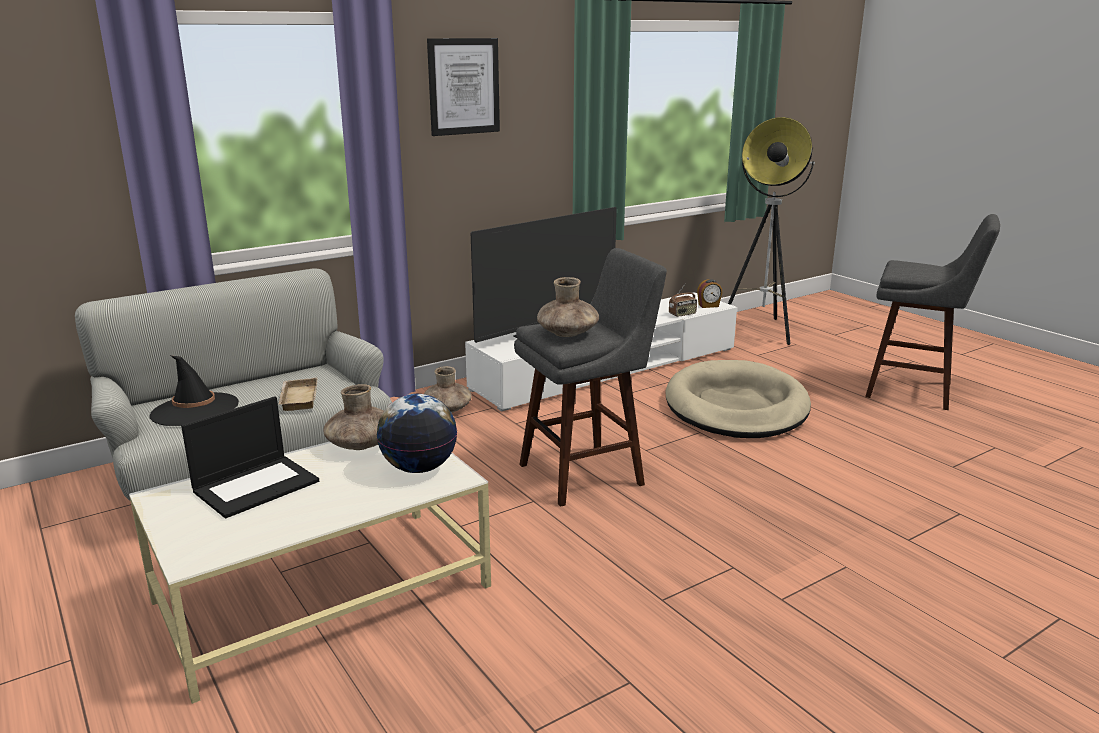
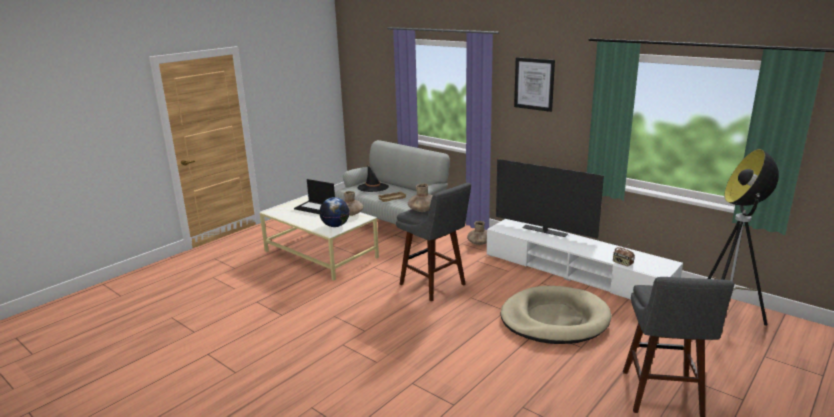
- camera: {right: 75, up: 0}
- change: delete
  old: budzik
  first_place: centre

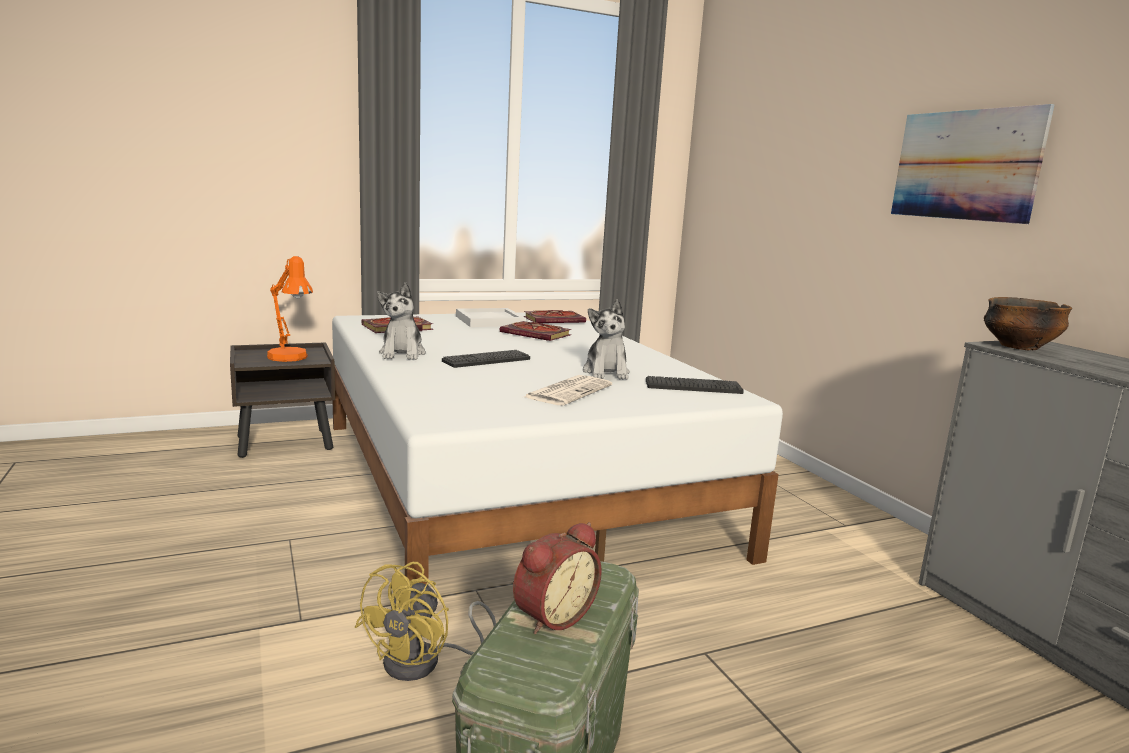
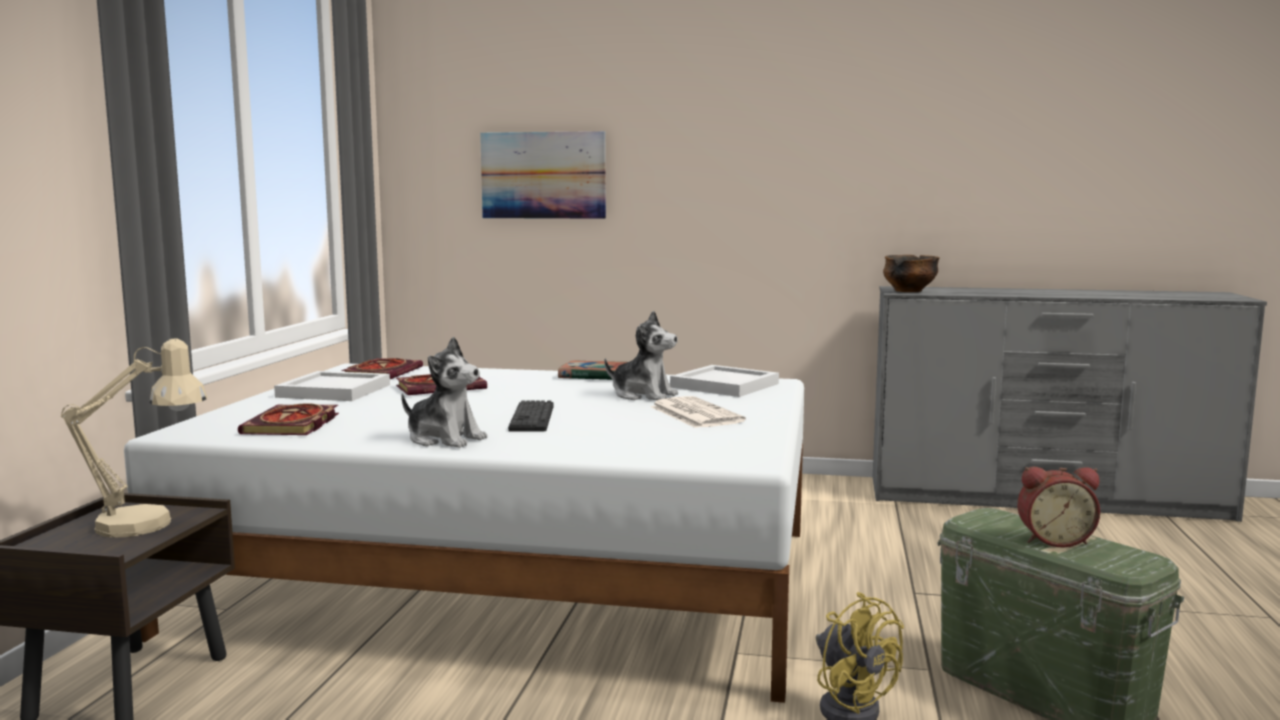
- camera: {right: -55, up: -5}
- change: recolor
  old: lampa stołowa (pomarańczowy)
  new: lampa stołowa (beżowy)
  first_place: middle left
  second_place: middle left
- change: move
  old: obraz
  first_place: top right
  second_place: top centre
- change: insert
  new: książka (4th from left)
  second_place: centre
- change: replace
  old: klawiatura (2nd from left)
  new: taca (biały) (2nd from left)
  first_place: centre
  second_place: centre
- change: rotate
  old: budzik
  first_place: bottom centre
  second_place: bottom right
  degrees: 105

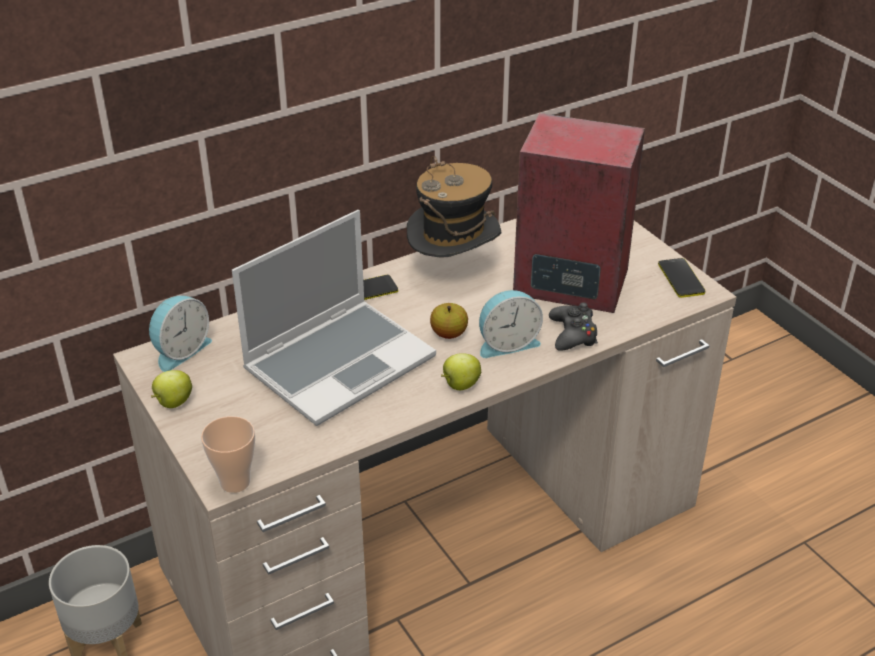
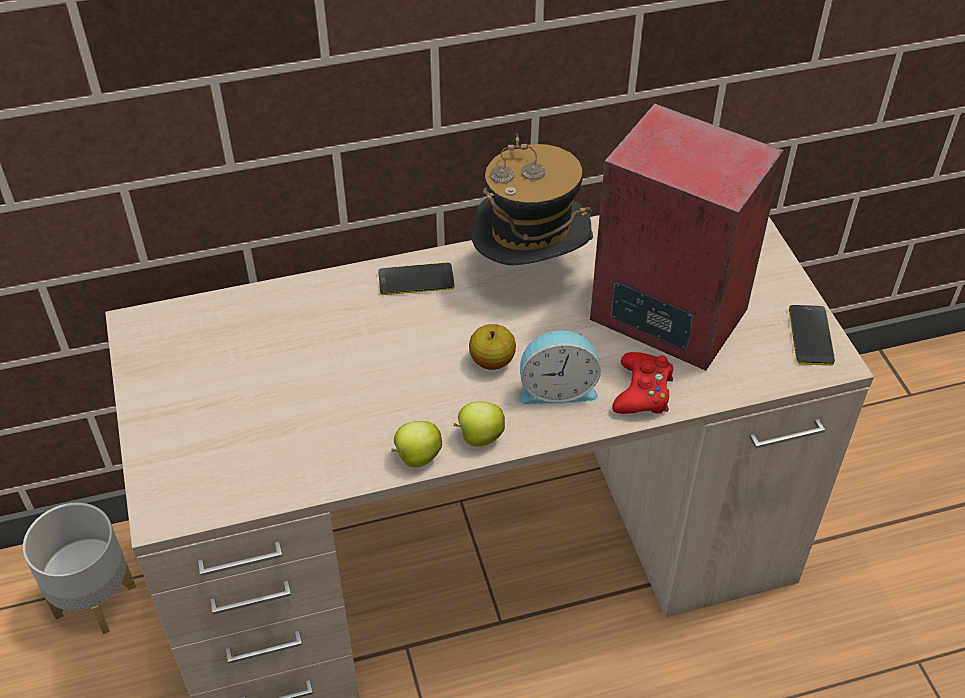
- camera: {right: 15, up: 10}
- change: move
  old: jabłko (1st from left)
  first_place: middle left
  second_place: centre
- change: recolor
  old: pad do gier (czarny)
  new: pad do gier (czerwony)
  first_place: centre
  second_place: centre
- change: delete
  old: budzik (1st from left)
  first_place: middle left
- change: delete
  old: filiżanka
  first_place: bottom left
- change: delete
  old: laptop
  first_place: centre

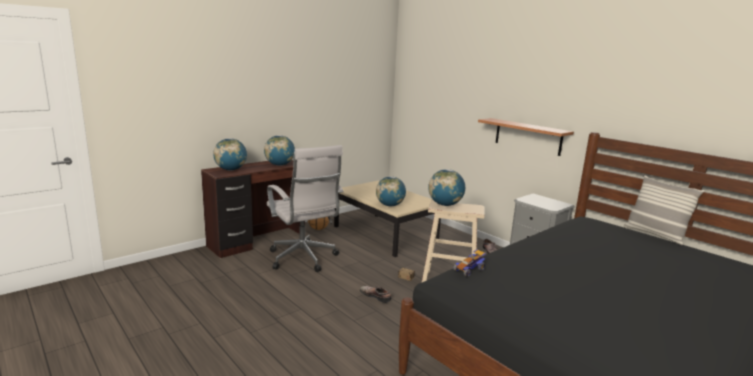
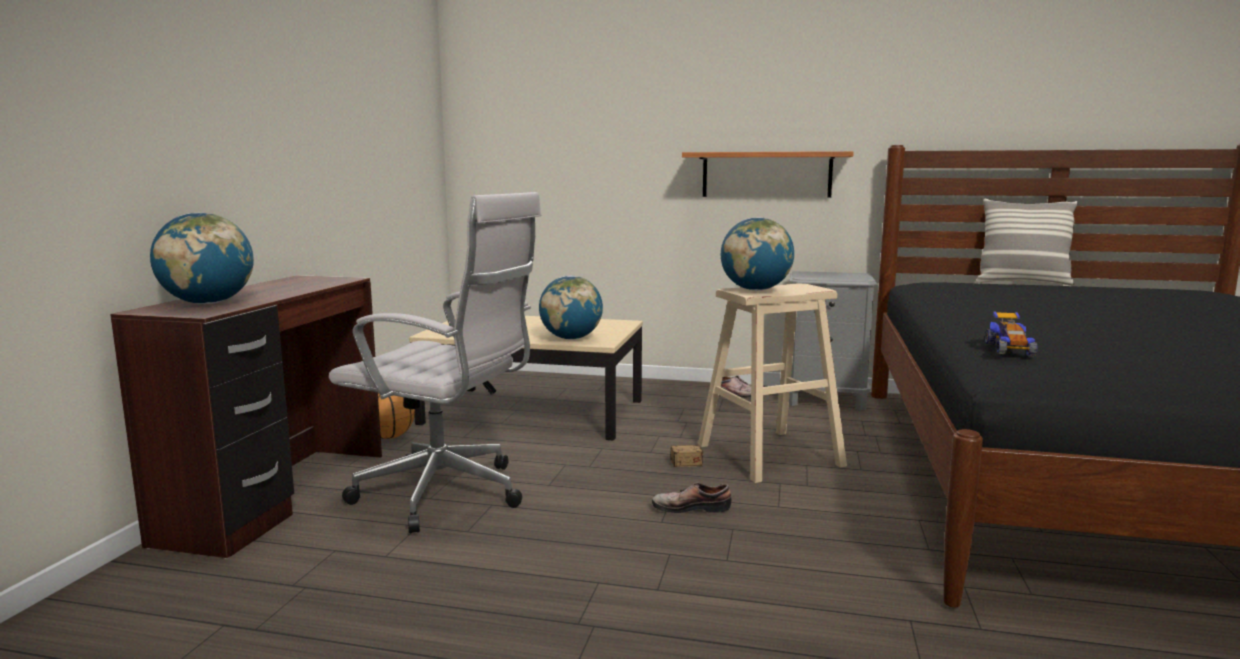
- camera: {right: -35, up: -5}
- change: delete
  old: globus (2nd from left)
  first_place: centre

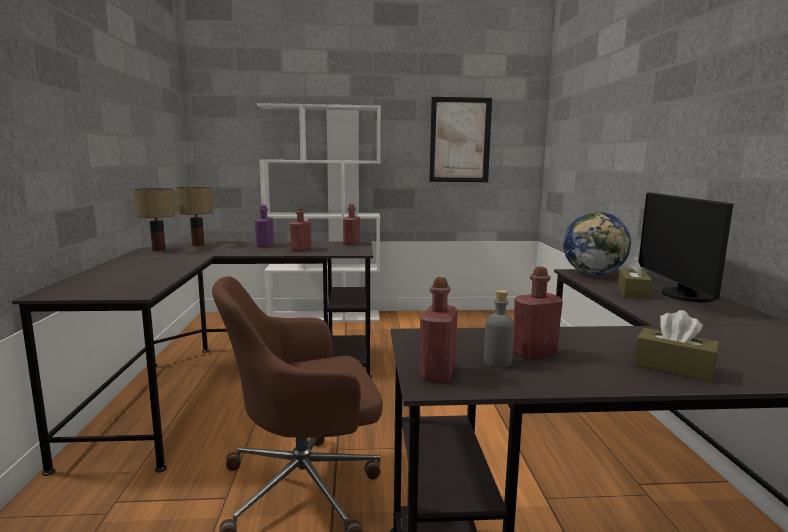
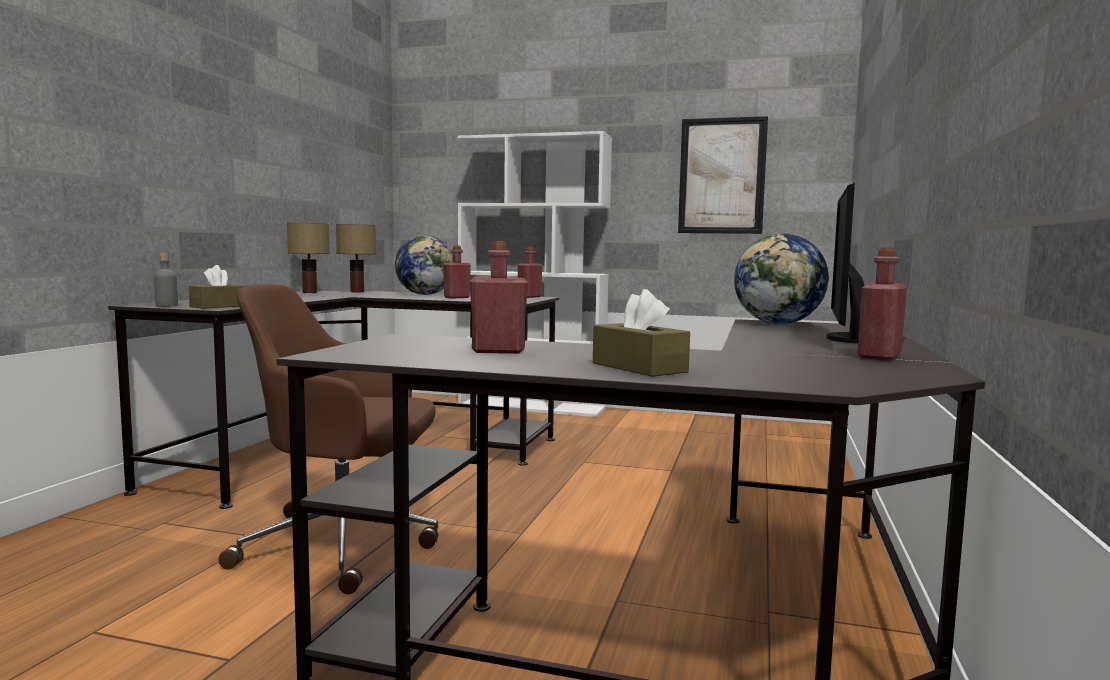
- camera: {right: 20, up: -5}
- change: move
  old: butelka (szary)
  first_place: centre
  second_place: middle left
- change: move
  old: pudełko chusteczek (brązowy) (1st from left)
  first_place: middle right
  second_place: middle left
- change: replace
  old: butelka (fioletowy)
  new: globus (1st from left)
  first_place: centre
  second_place: centre
- change: move
  old: butelka (czerwony) (3rd from left in the first image)
  new: butelka (czerwony) (4th from left)
  first_place: centre
  second_place: middle right

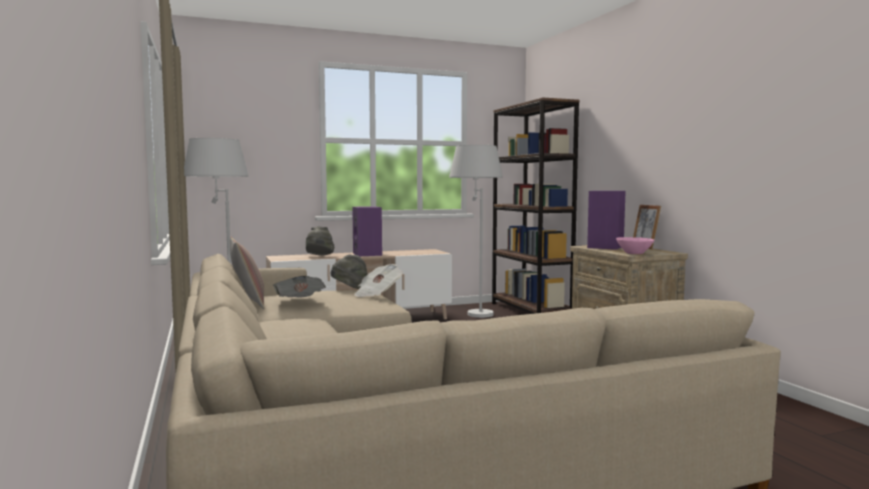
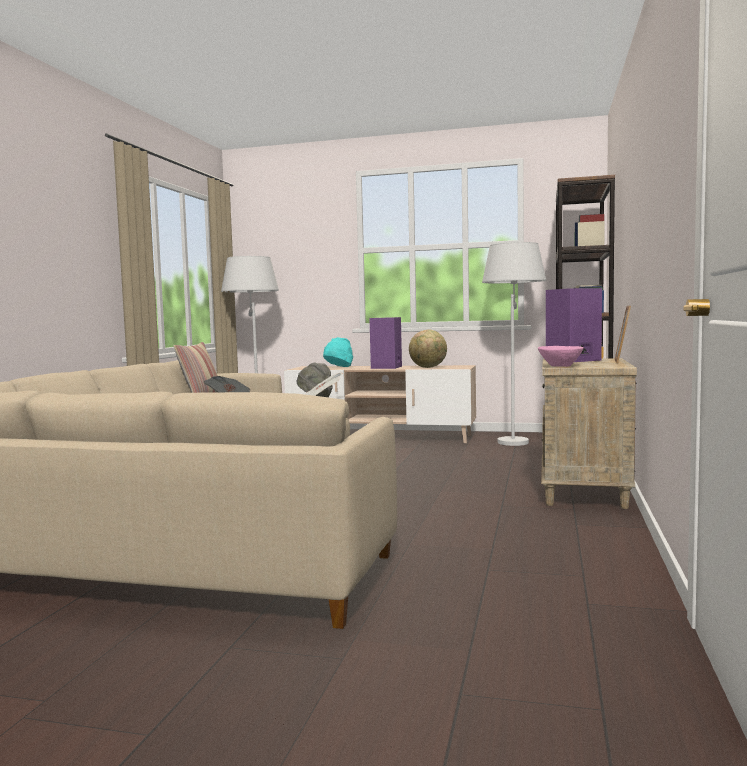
- camera: {right: 35, up: 0}
- change: recolor
  old: kapelusz (szary) (1st from left)
  new: kapelusz (turkusowy)
  first_place: centre
  second_place: centre
- change: insert
  new: globus
  second_place: centre

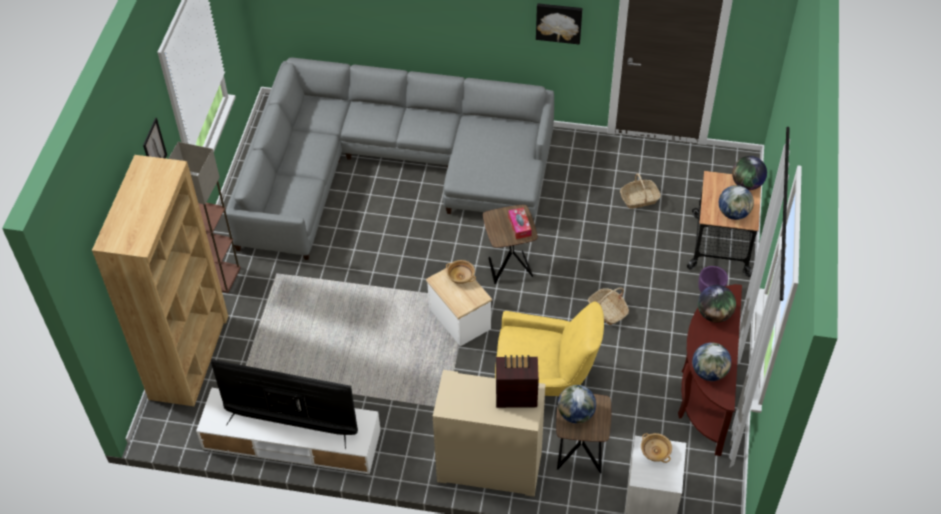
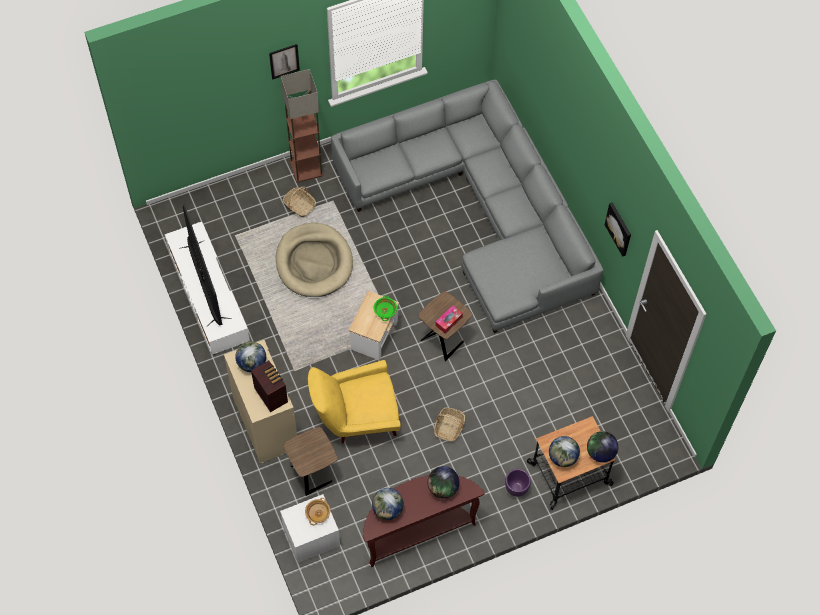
- camera: {right: 55, up: 10}
- change: move
  old: globus (1st from left)
  first_place: bottom centre
  second_place: middle left
- change: insert
  new: legowisko (beżowy)
  second_place: centre
- change: move
  old: koszyk (2nd from left in the first image)
  new: koszyk (1st from left)
  first_place: middle right
  second_place: top centre
- change: rotate
  old: fotel (żółty)
  first_place: bottom centre
  second_place: centre
  degrees: 105
- change: recolor
  old: miska (beżowy) (1st from left)
  new: miska (zielony)
  first_place: centre
  second_place: centre
- change: delete
  old: regał (brązowy)
  first_place: middle left

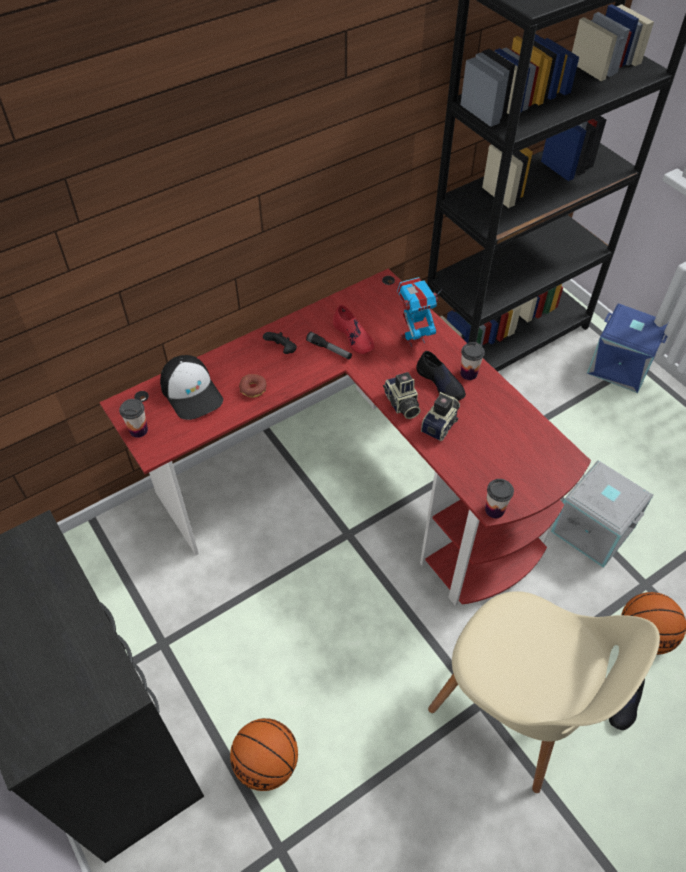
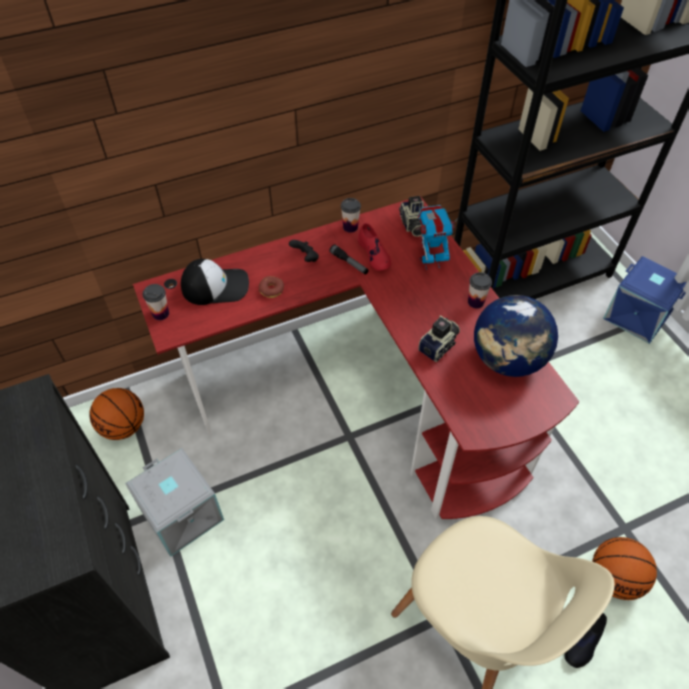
- camera: {right: 10, up: 0}
- change: move
  old: piłka do koszykówki (1st from left)
  first_place: bottom centre
  second_place: middle left
- change: move
  old: pojemnik do przechowywania (szary)
  first_place: middle right
  second_place: bottom left
- change: rotate
  old: czapka z daszkiem
  first_place: middle left
  second_place: middle left
  degrees: -75
- change: move
  old: filiżanka (3rd from left in the first image)
  new: filiżanka (2nd from left)
  first_place: middle right
  second_place: top centre
- change: move
  old: aparat fotograficzny (1st from left)
  first_place: centre
  second_place: top centre
- change: insert
  new: globus
  second_place: middle right
- change: delete
  old: but (czarny) (1st from left)
  first_place: centre

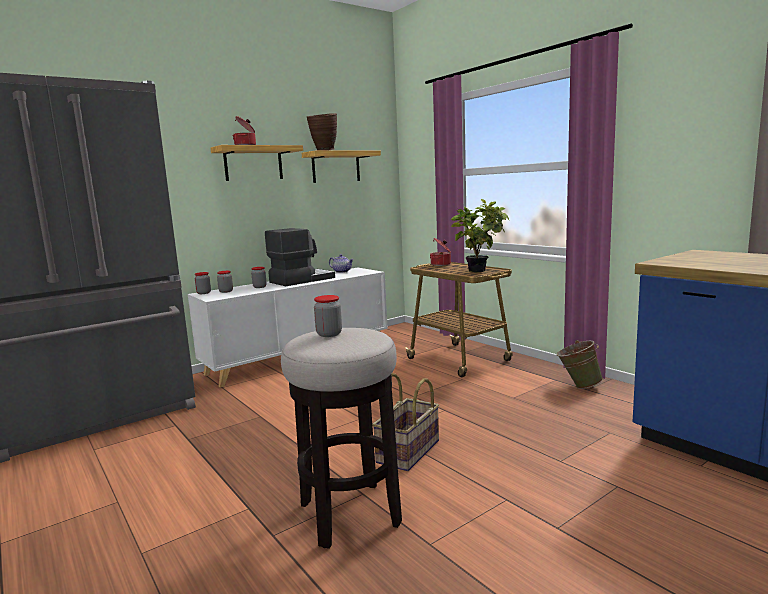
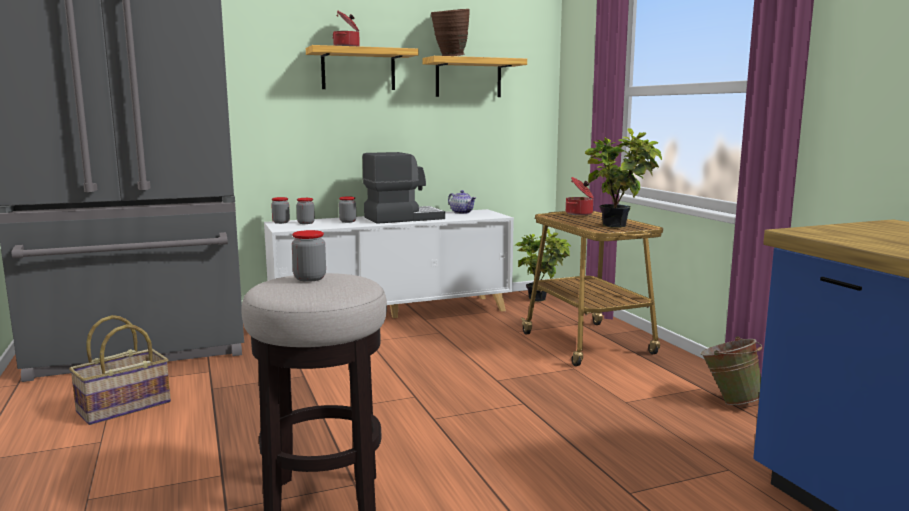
- camera: {right: 15, up: 0}
- change: move
  old: koszyk
  first_place: bottom centre
  second_place: bottom left
- change: insert
  new: roślina doniczkowa (1st from left)
  second_place: centre

